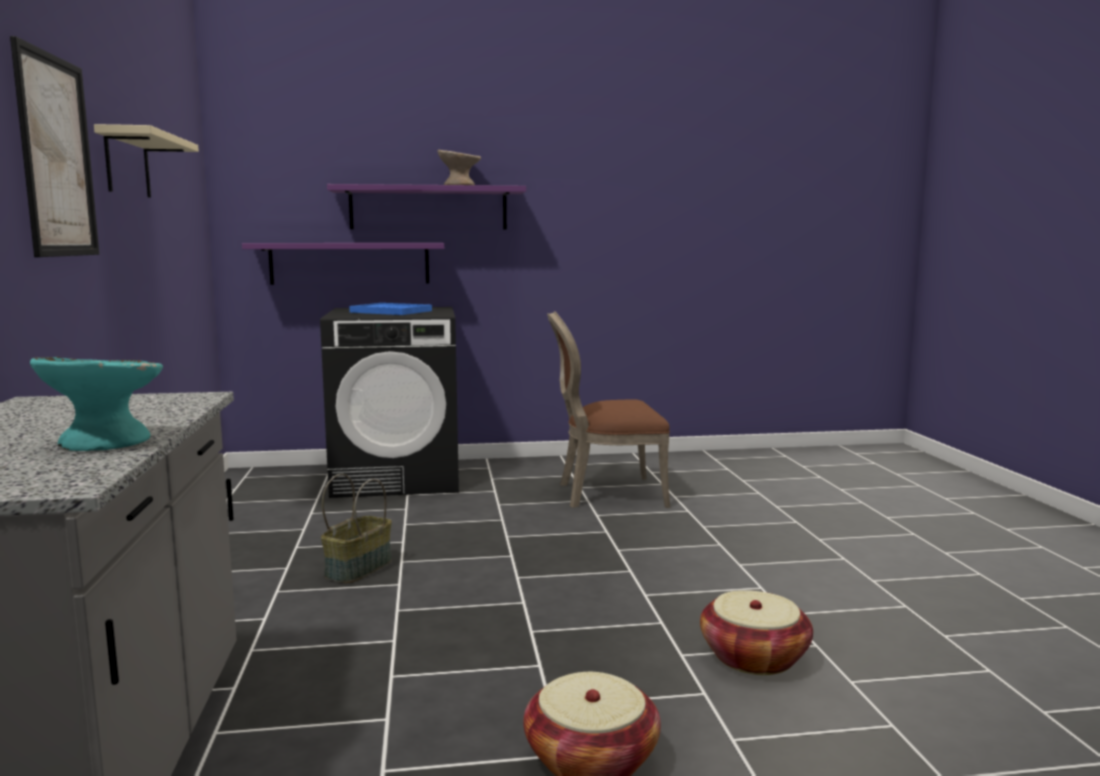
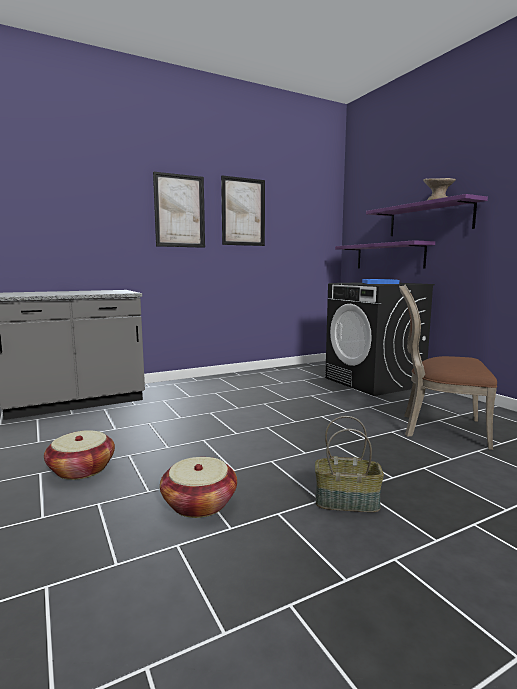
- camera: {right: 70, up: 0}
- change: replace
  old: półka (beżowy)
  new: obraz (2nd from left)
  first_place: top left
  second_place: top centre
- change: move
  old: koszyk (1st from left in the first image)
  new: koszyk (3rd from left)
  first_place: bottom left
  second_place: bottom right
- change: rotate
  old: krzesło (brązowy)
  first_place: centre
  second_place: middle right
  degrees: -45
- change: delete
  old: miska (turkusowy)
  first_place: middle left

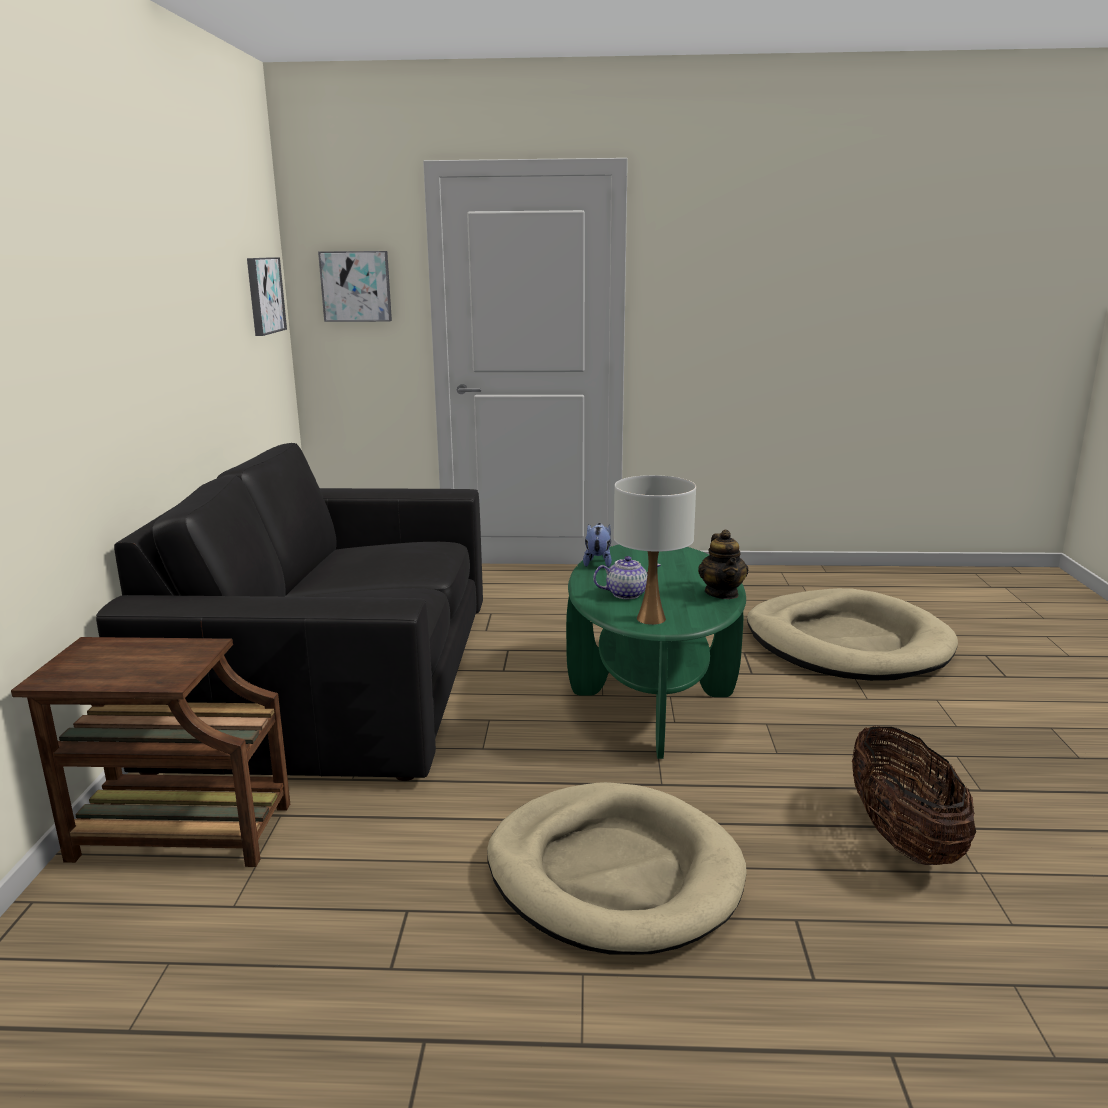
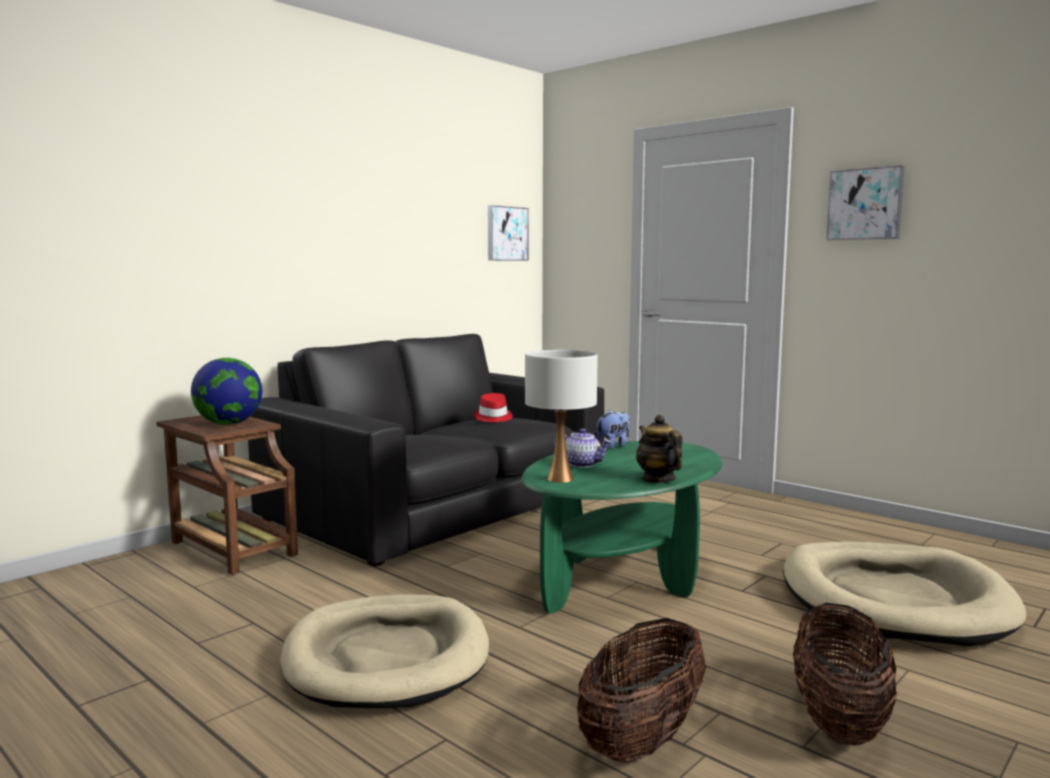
- camera: {right: 40, up: -10}
- change: insert
  new: globus
  second_place: middle left
- change: insert
  new: kapelusz (czerwony)
  second_place: centre
- change: rotate
  old: imbryk (2nd from left)
  first_place: centre
  second_place: centre
  degrees: 120
- change: insert
  new: koszyk (2nd from left)
  second_place: bottom right
- change: move
  old: obraz (2nd from left)
  first_place: top left
  second_place: top right

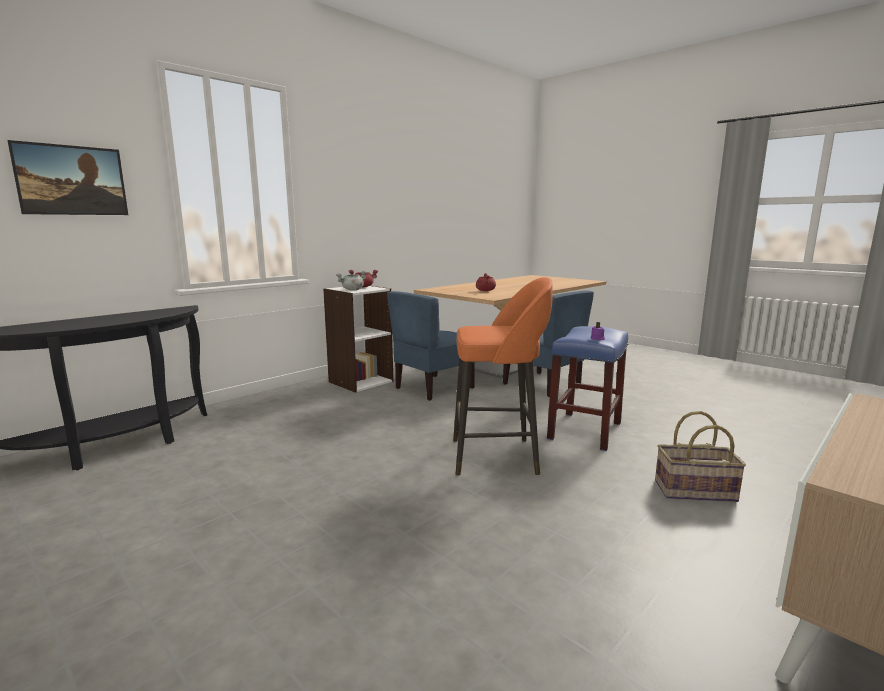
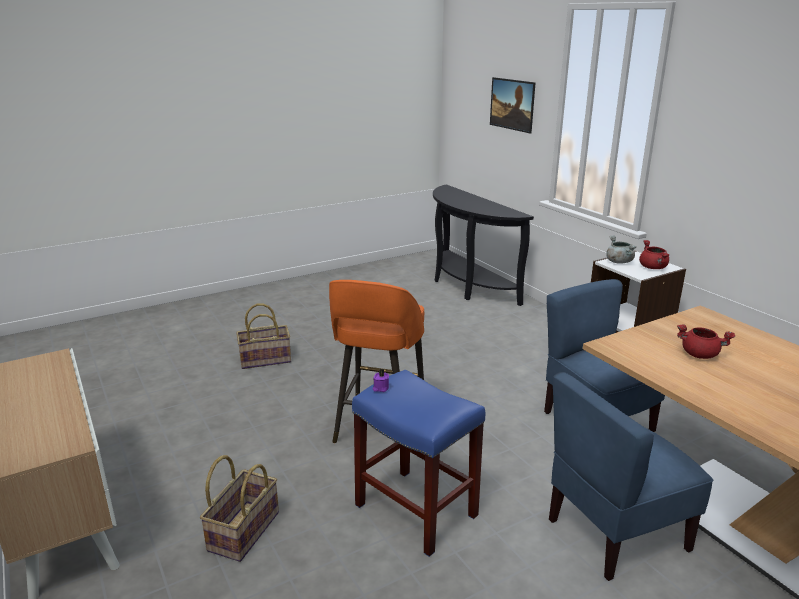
- camera: {right: 105, up: 10}
- change: insert
  new: koszyk (2nd from left)
  second_place: middle left

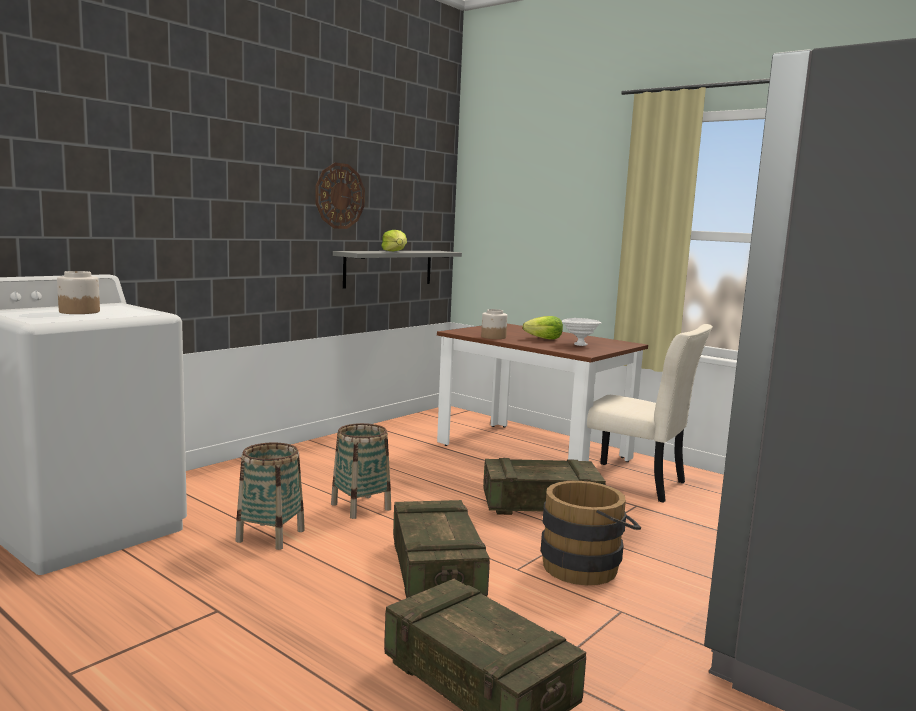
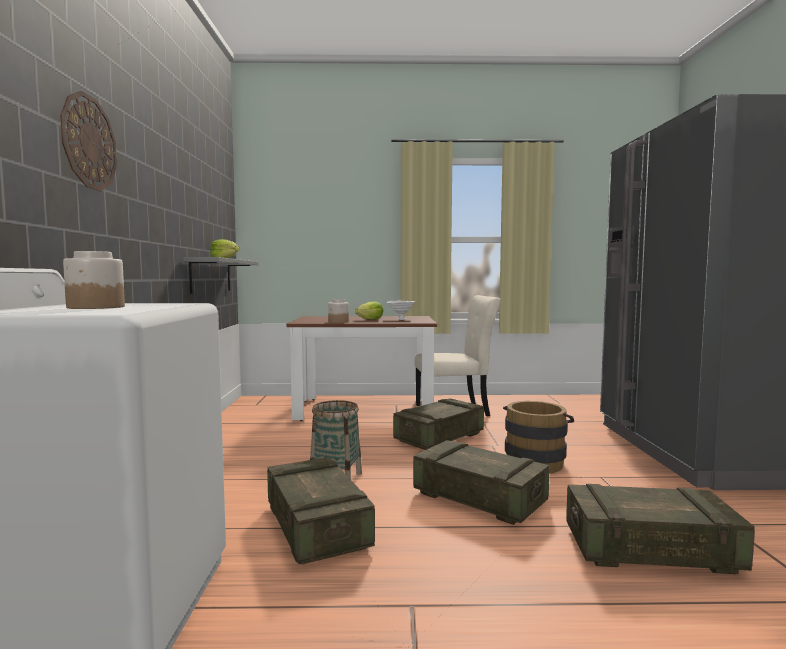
- camera: {right: -40, up: -5}
- change: move
  old: zegar ścienny
  first_place: top centre
  second_place: top left
- change: replace
  old: koszyk (1st from left)
  new: skrzynka (1st from left)
  first_place: bottom left
  second_place: bottom centre

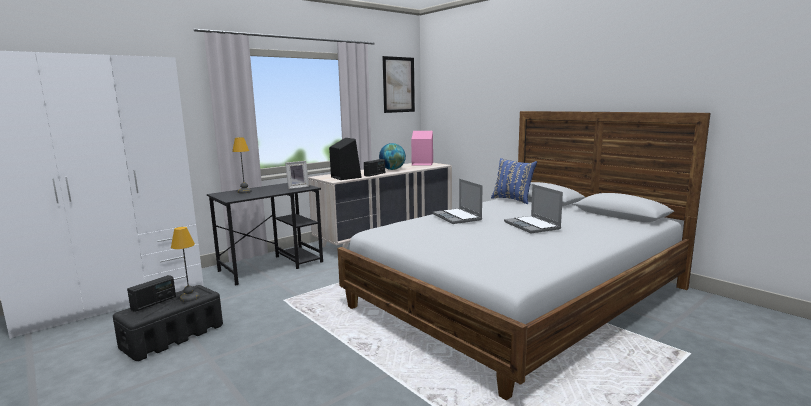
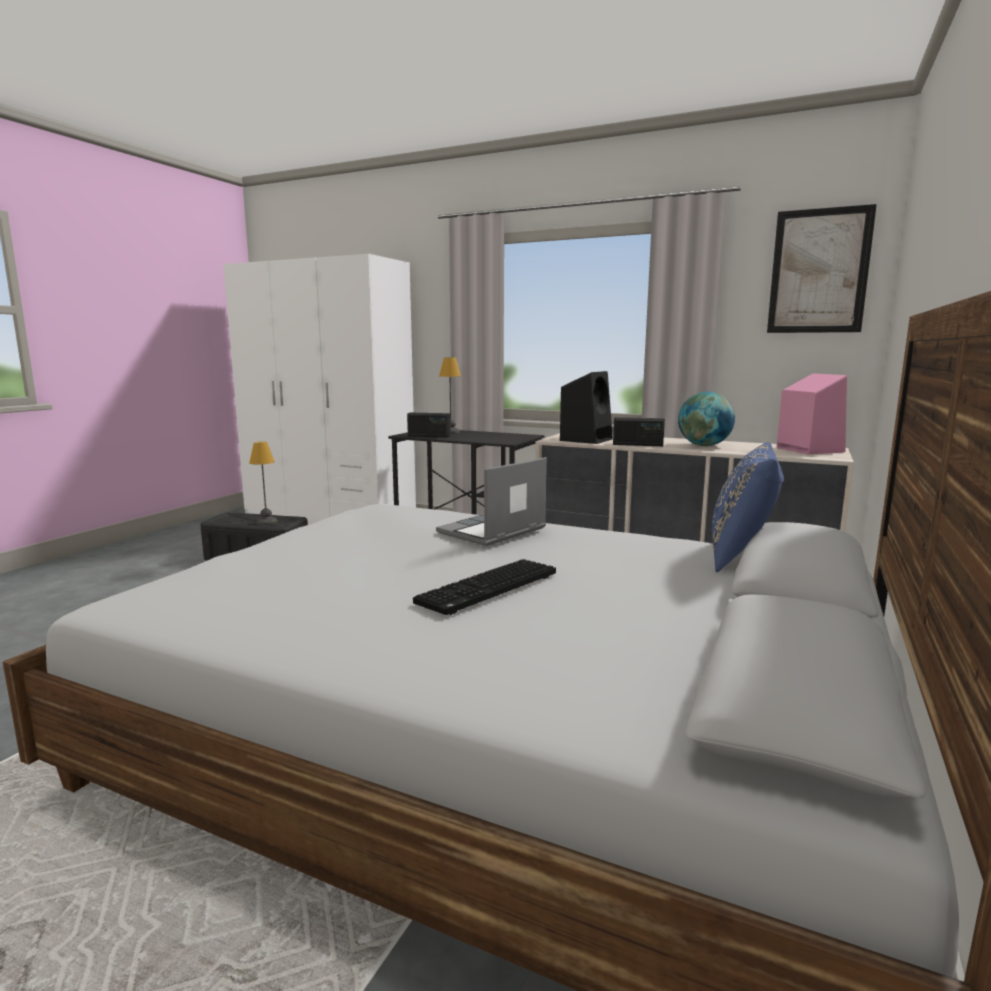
- camera: {right: 65, up: 0}
- change: move
  old: radio (1st from left)
  first_place: bottom left
  second_place: centre
- change: replace
  old: laptop (2nd from left)
  new: klawiatura
  first_place: centre
  second_place: centre
- change: delete
  old: ramka na zdjęcie
  first_place: centre

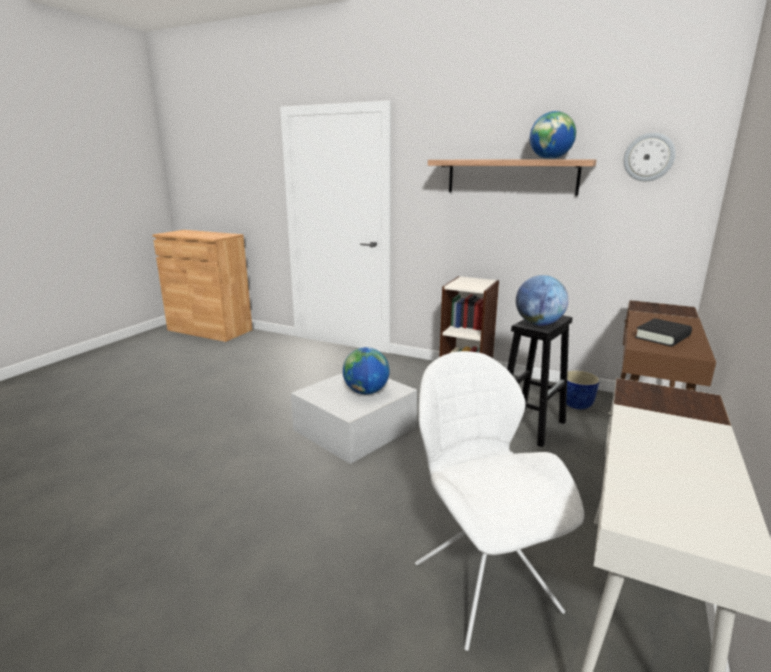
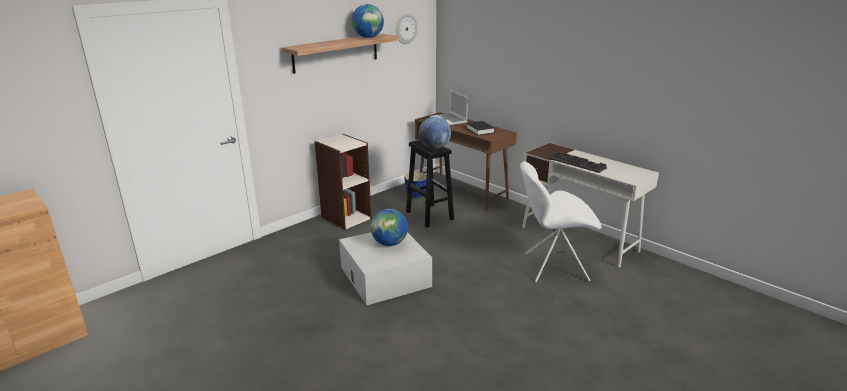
- camera: {right: -70, up: 5}
- change: insert
  new: laptop
  second_place: top centre
- change: insert
  new: klawiatura
  second_place: middle right

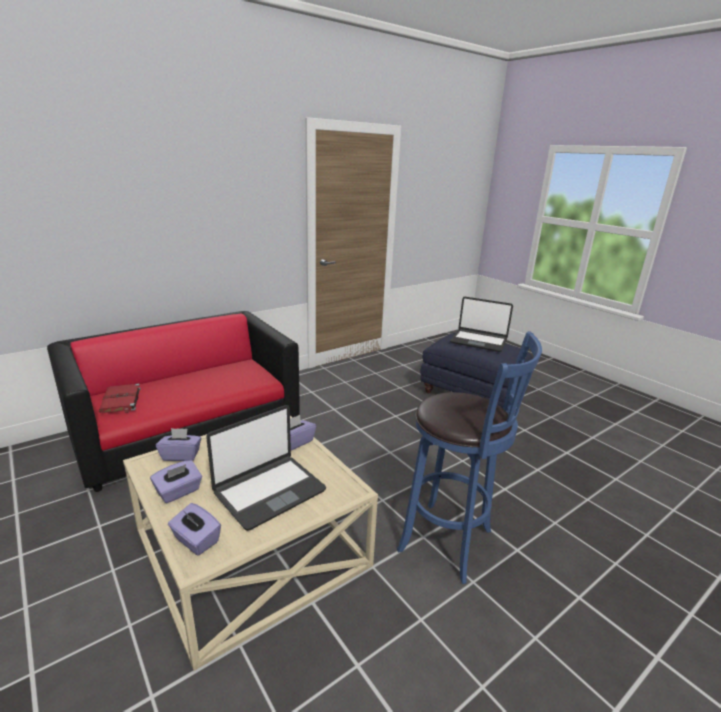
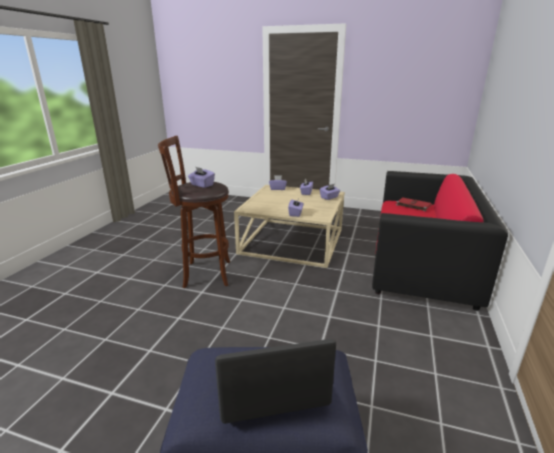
- camera: {right: 145, up: 0}
- change: recolor
  old: stołek (niebieski)
  new: stołek (brązowy)
  first_place: centre
  second_place: centre
- change: insert
  new: pudełko chusteczek (fioletowy) (1st from left)
  second_place: centre
- change: delete
  old: laptop (1st from left)
  first_place: centre

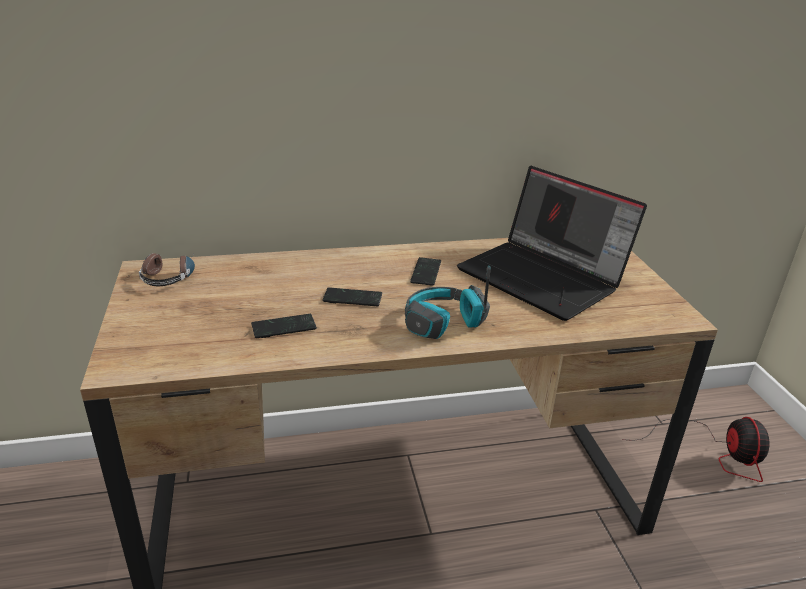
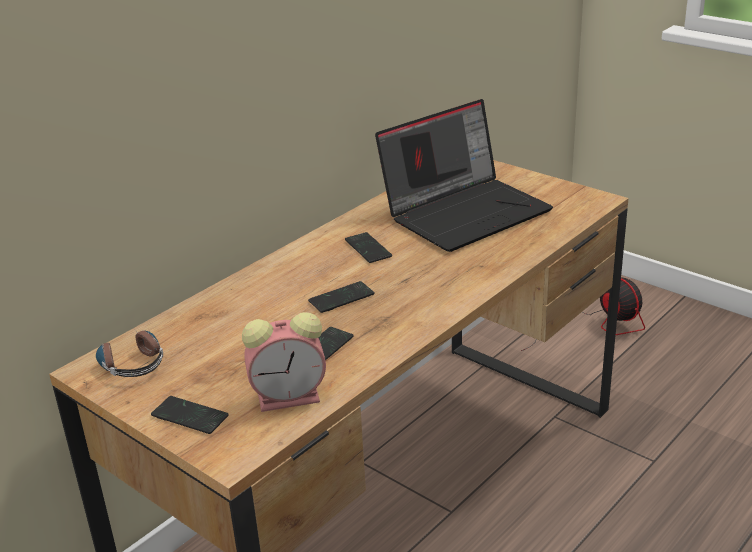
- camera: {right: -35, up: 0}
- change: insert
  new: telefon (1st from left)
  second_place: bottom left
- change: insert
  new: budzik
  second_place: centre
- change: rotate
  old: laptop
  first_place: middle right
  second_place: top centre
  degrees: -45
- change: delete
  old: słuchawki (2nd from left)
  first_place: centre

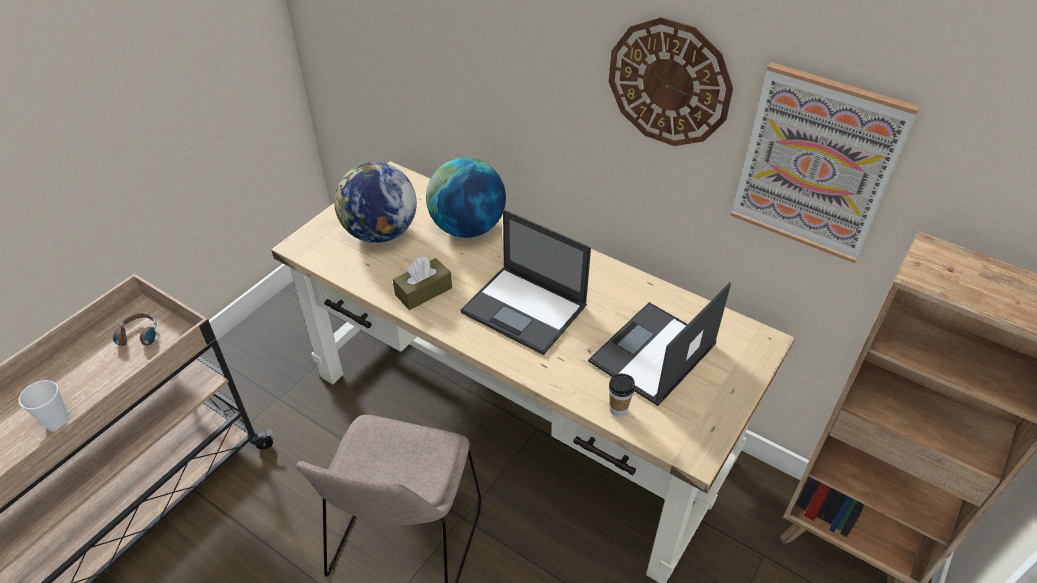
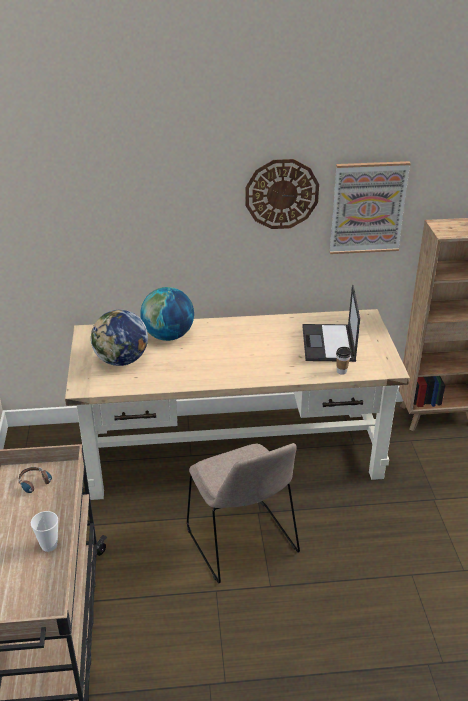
- camera: {right: -40, up: -10}
- change: delete
  old: pudełko chusteczek (brązowy)
  first_place: centre
- change: delete
  old: laptop (1st from left)
  first_place: centre

